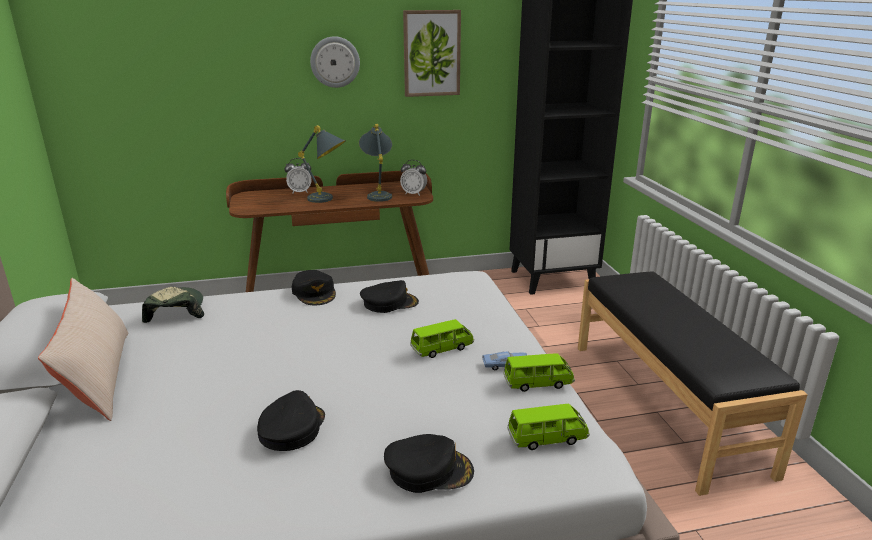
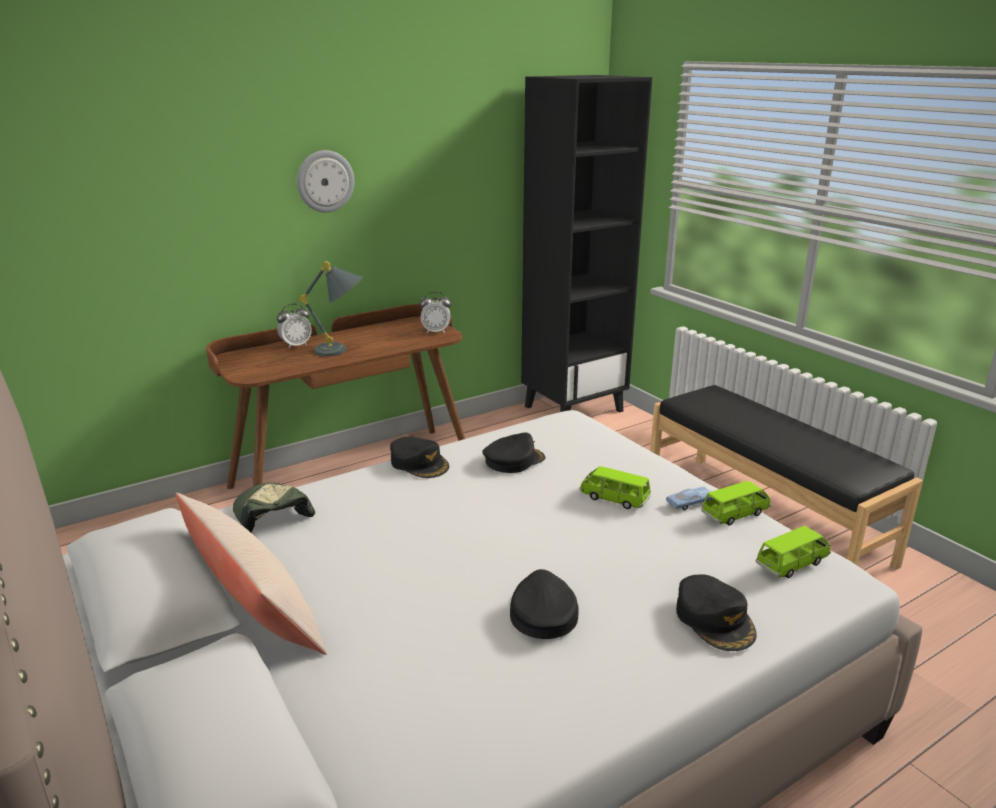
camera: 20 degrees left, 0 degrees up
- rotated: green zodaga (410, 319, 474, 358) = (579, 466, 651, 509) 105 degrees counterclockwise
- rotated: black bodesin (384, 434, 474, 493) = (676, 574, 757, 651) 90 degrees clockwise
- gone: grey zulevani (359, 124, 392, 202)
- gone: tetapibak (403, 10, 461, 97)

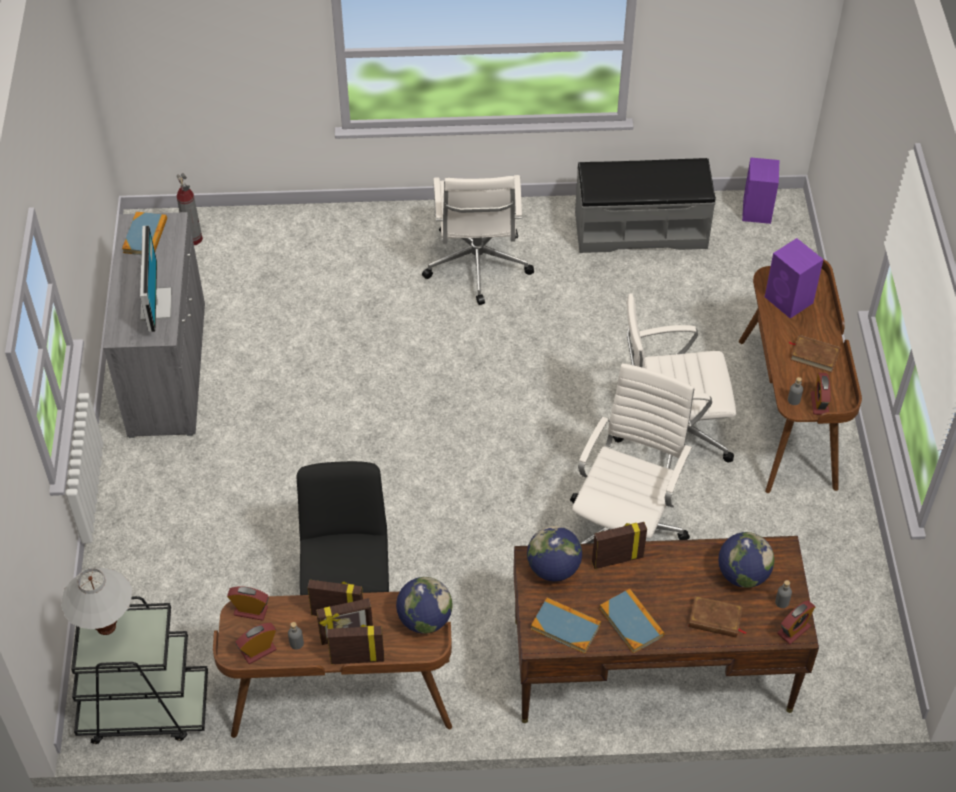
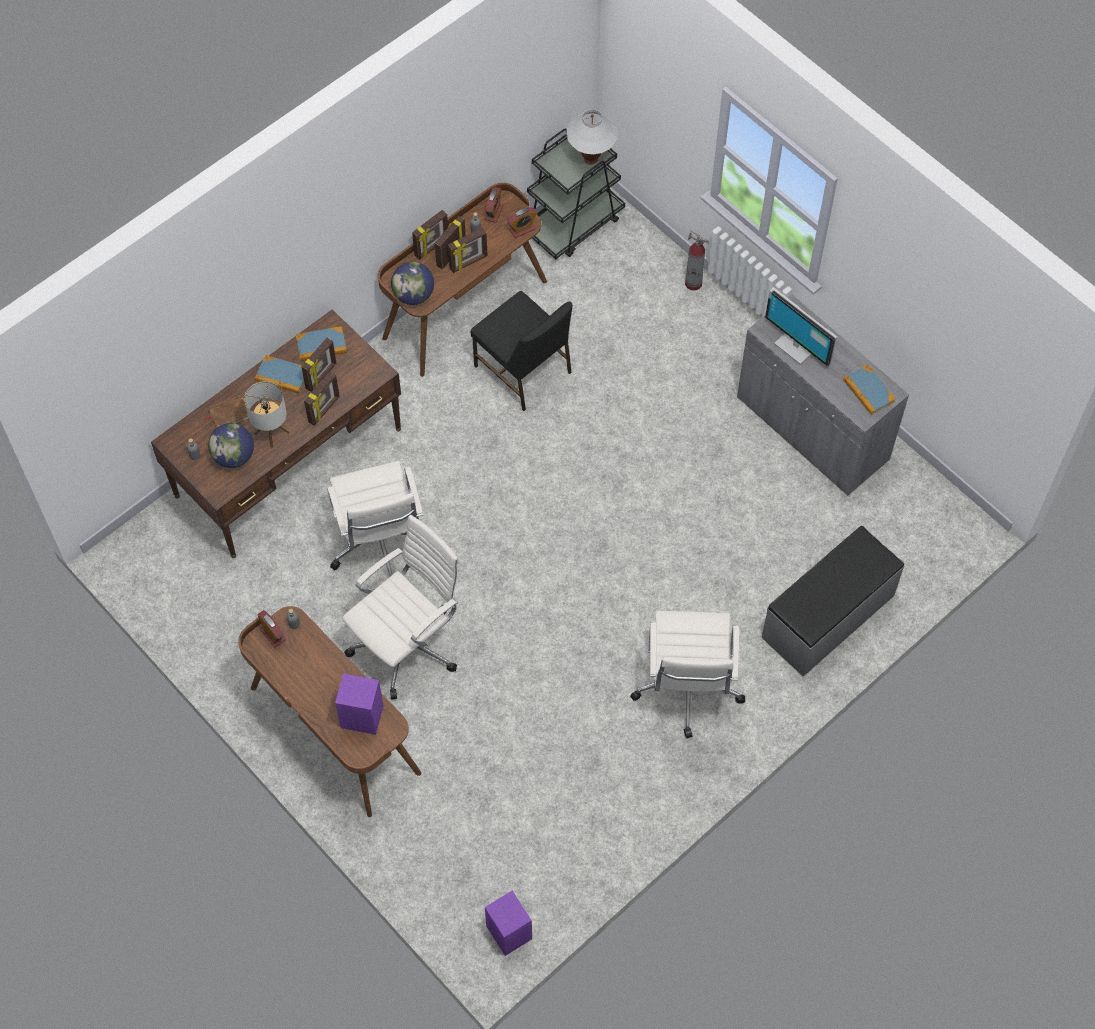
camera: 140 degrees right, 10 degrees up
- new: zulevani (244, 381, 289, 448)
- new: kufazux (301, 338, 337, 392)
- rotated: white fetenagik (422, 175, 534, 305) = (630, 611, 745, 738) 135 degrees counterclockwise
- shifted: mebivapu (177, 173, 203, 245) to (685, 230, 709, 291)
- shifted: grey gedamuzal (575, 158, 716, 253) to (761, 526, 904, 677)
- gone: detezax (527, 526, 582, 581)
- gone: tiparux (778, 600, 815, 644)
- gone: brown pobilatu (789, 335, 841, 373)

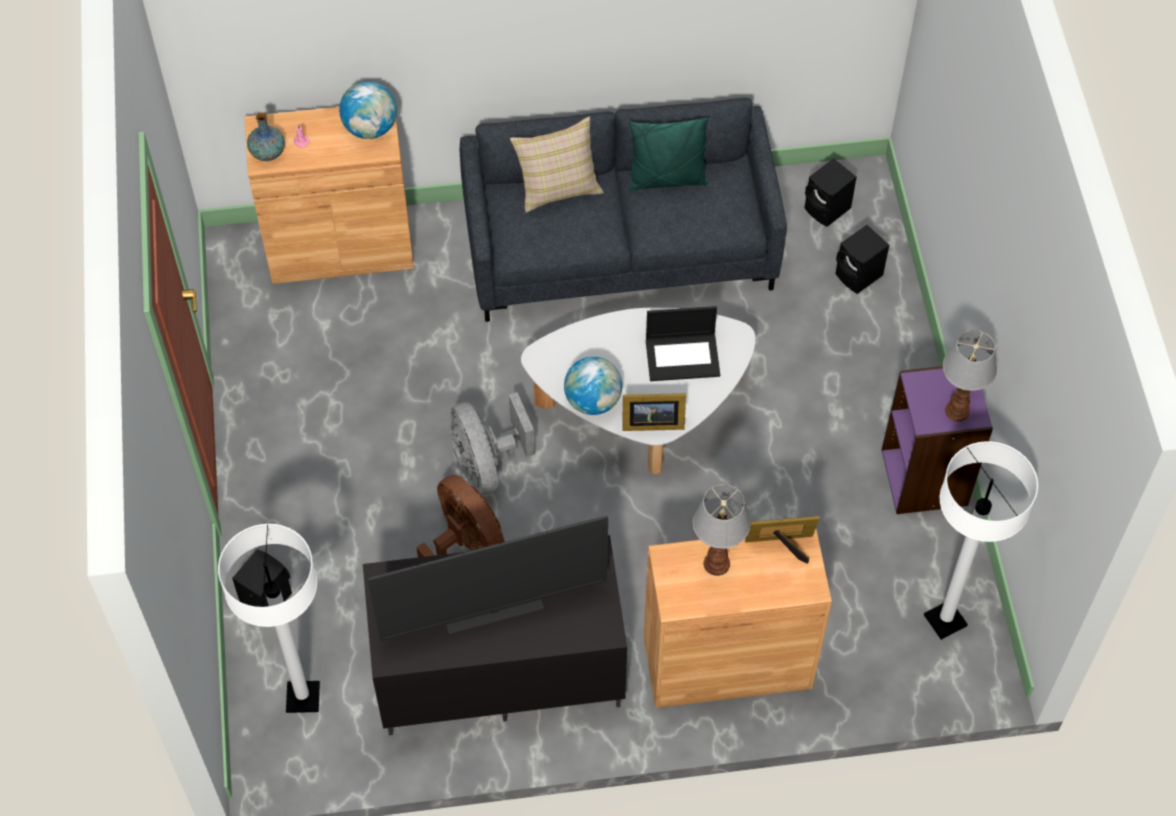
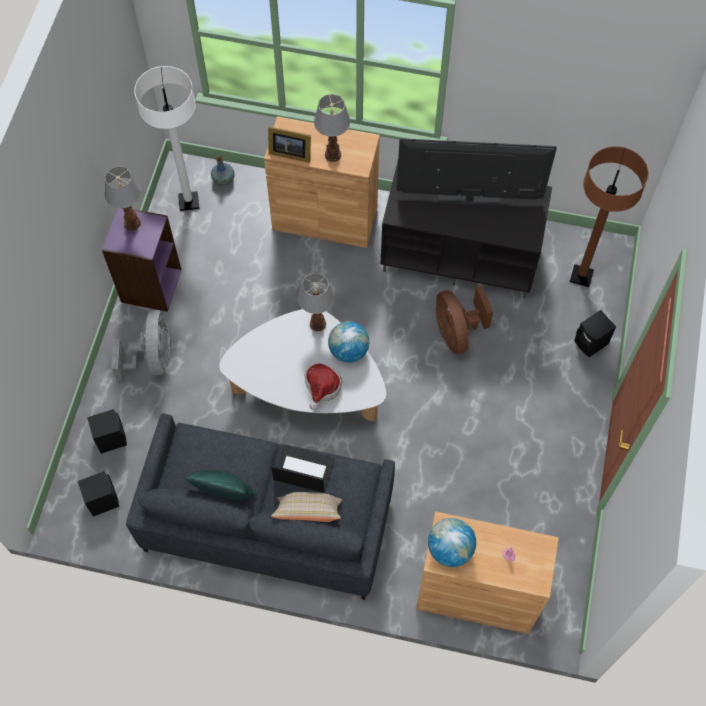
camera: 160 degrees left, 5 degrees up
- shifted: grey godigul (450, 392, 535, 495) to (111, 310, 171, 383)
- shifted: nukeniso (247, 112, 285, 161) to (211, 156, 235, 186)
- shifted: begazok (646, 306, 720, 381) to (271, 445, 335, 493)
- swapped: kufazux (622, 393, 686, 431) to zulevani (298, 273, 335, 331)
- new: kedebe (305, 363, 342, 410)
- repainted: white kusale (218, 524, 320, 713) to brown kusale (569, 146, 649, 287)

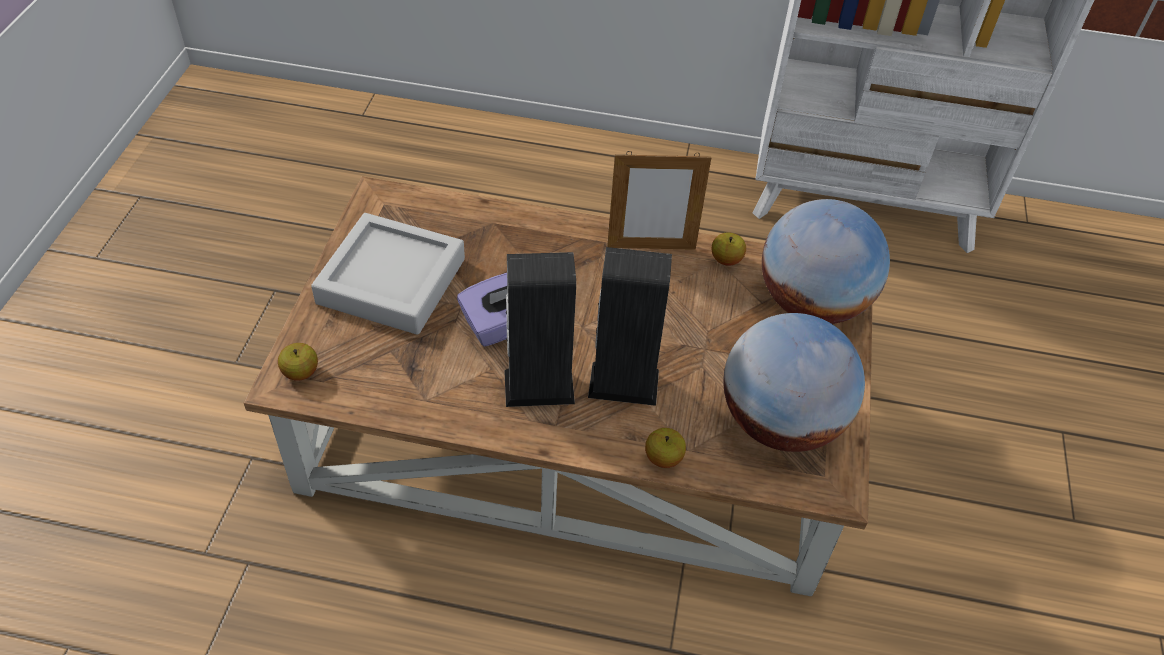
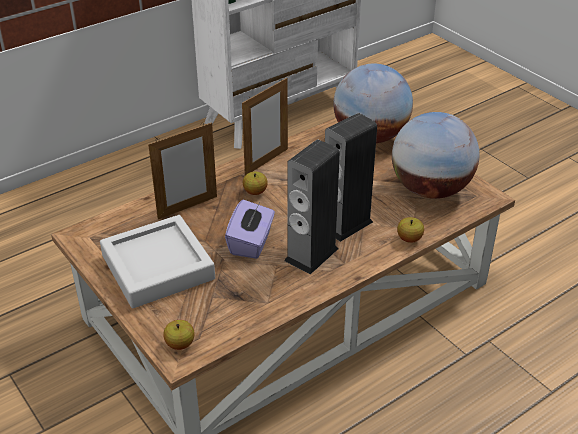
camera: 45 degrees left, 10 degrees down
- new: kufazux (148, 122, 217, 219)
- shifted: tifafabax (712, 232, 746, 266) to (243, 172, 268, 195)

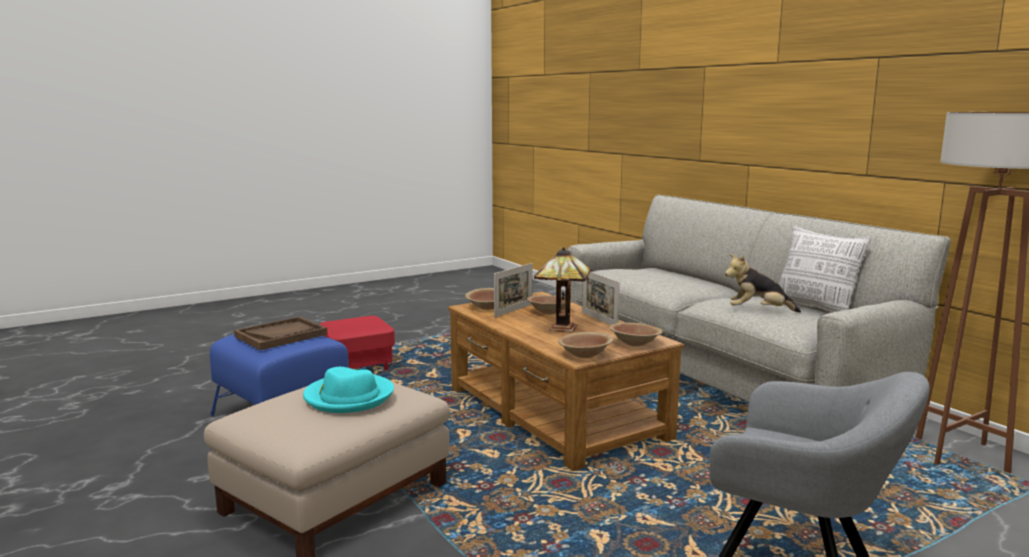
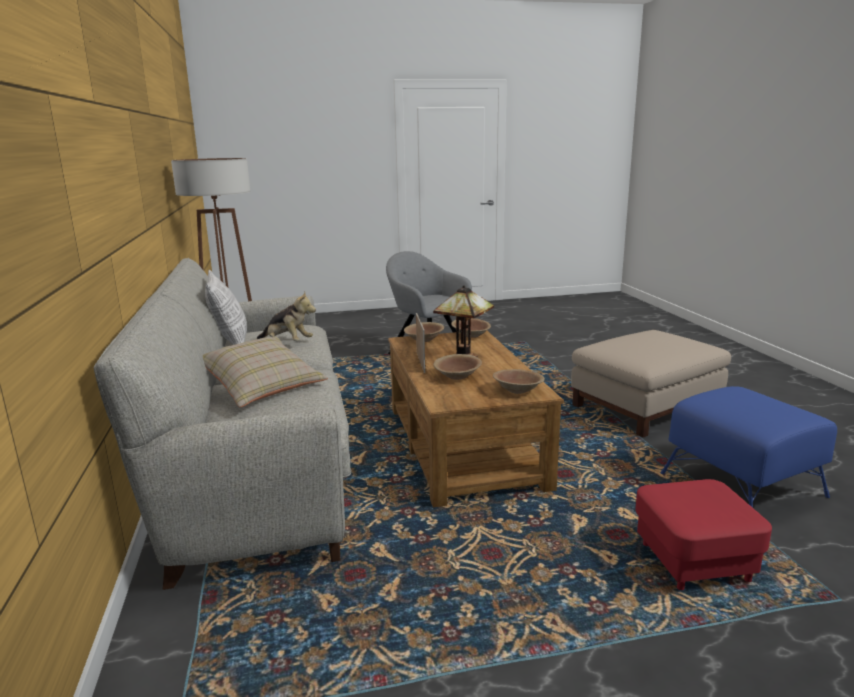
camera: 160 degrees left, 5 degrees up
- new: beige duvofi (203, 337, 328, 407)
- gone: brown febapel (234, 316, 328, 350)
- gone: turquoise kedebe (303, 367, 394, 413)
- gone: kufazux (494, 263, 533, 317)

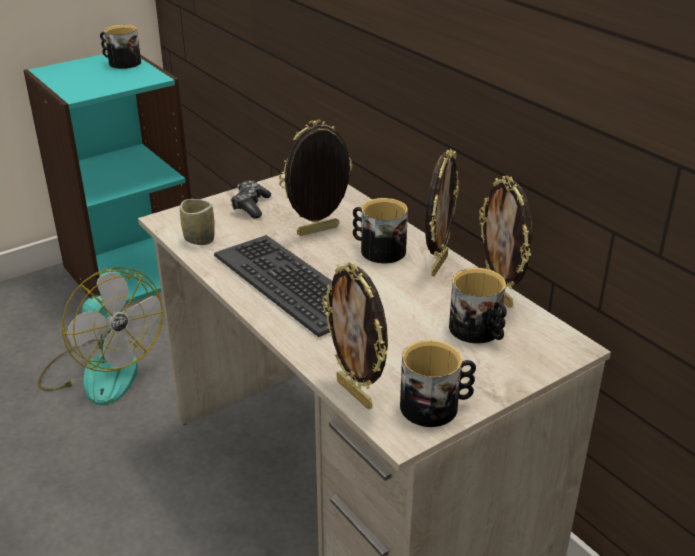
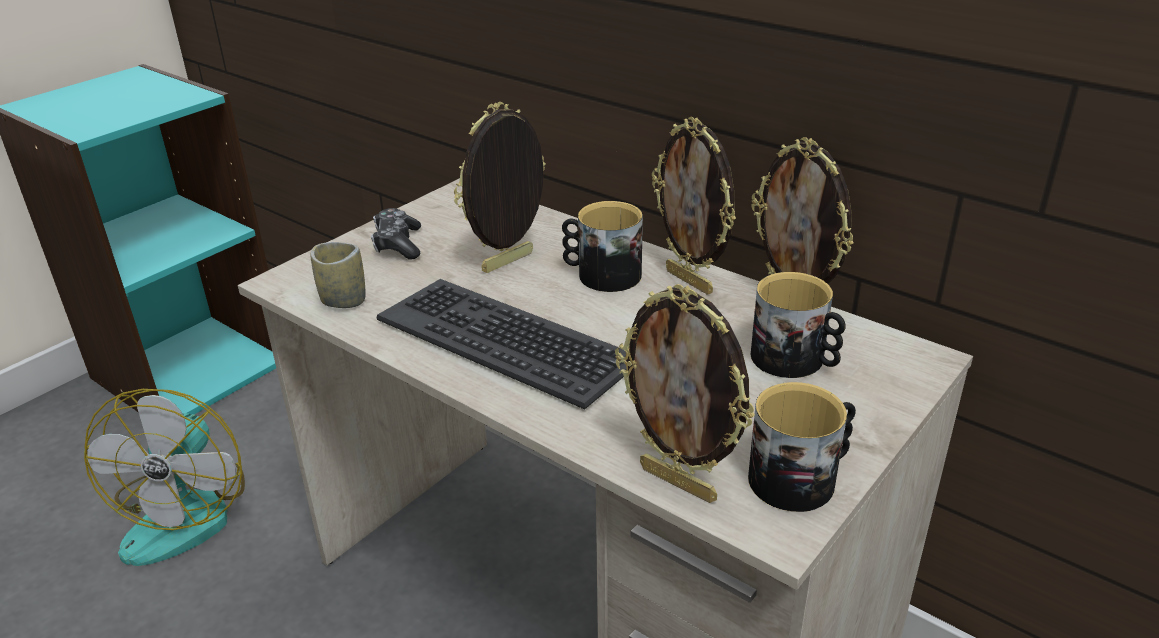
camera: 15 degrees left, 0 degrees up
- rotated: godigul (37, 267, 163, 405) = (84, 389, 245, 566) 60 degrees clockwise
- rotated: kufazux (425, 149, 459, 276) = (652, 117, 736, 295) 135 degrees clockwise
- gone: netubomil (100, 25, 141, 69)

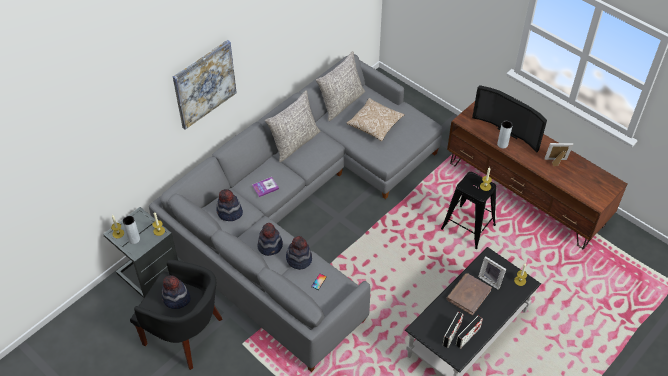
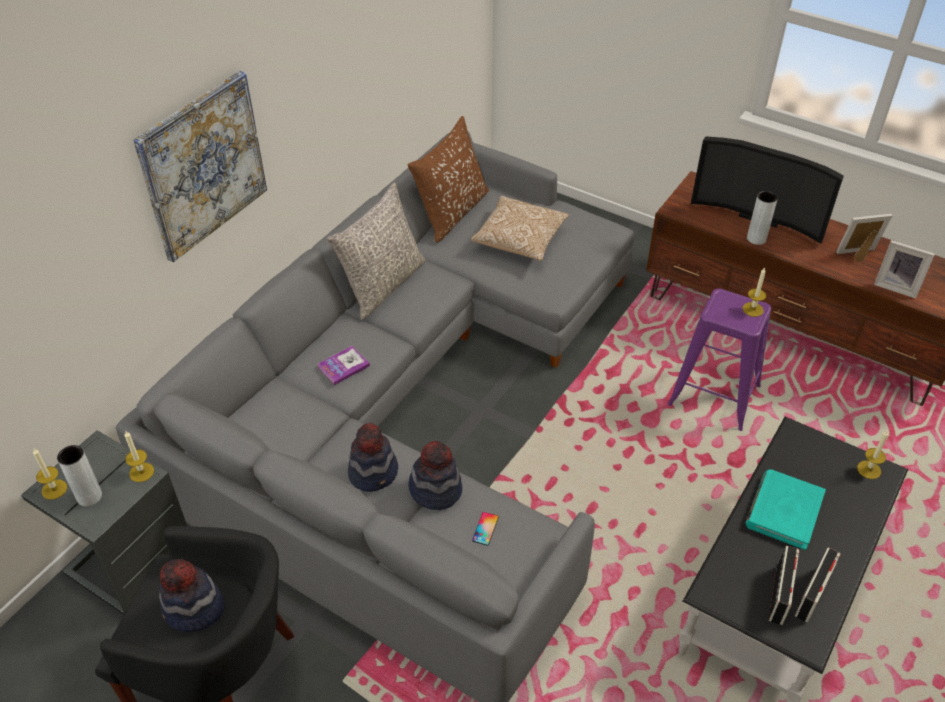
camera: 10 degrees left, 5 degrees down
- repainted: grey duvofi (316, 51, 365, 121) to brown duvofi (408, 116, 489, 243)
- repainted: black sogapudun (441, 172, 496, 249) to purple sogapudun (668, 288, 771, 431)
- repainted: brown pobilatu (447, 273, 492, 316) to turquoise pobilatu (746, 469, 826, 550)
- shifted: kufazux (478, 256, 506, 290) to (874, 240, 935, 298)
- gone: kedebe (216, 189, 243, 221)

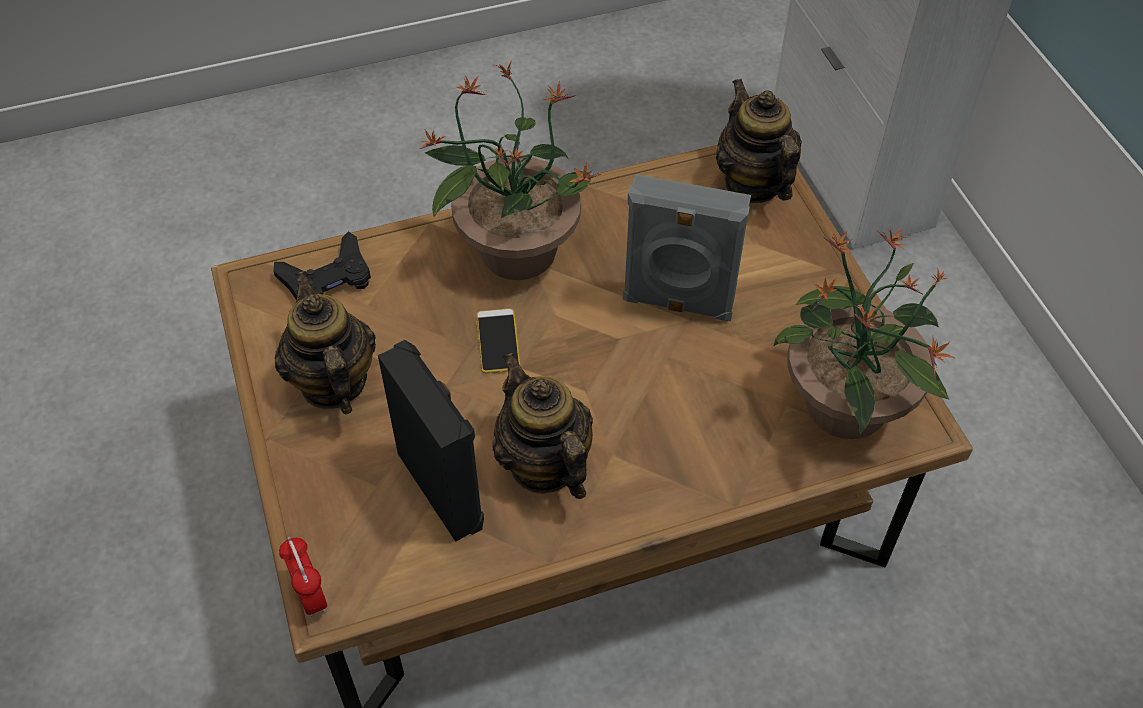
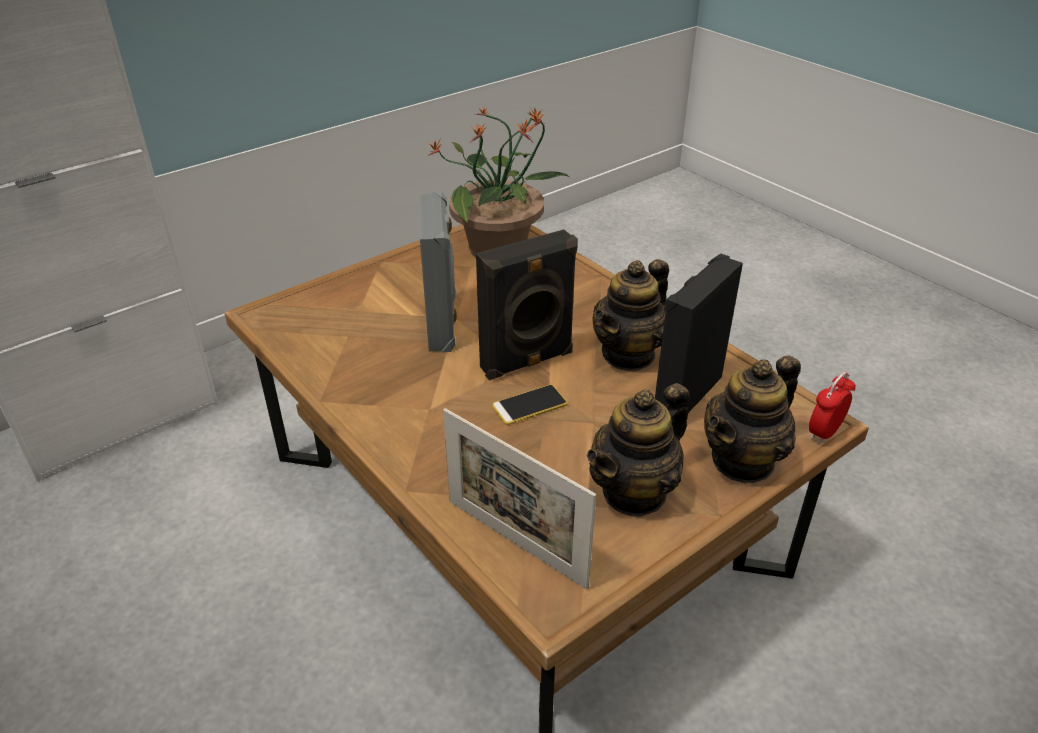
camera: 110 degrees left, 15 degrees down
- swapped: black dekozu (273, 231, 371, 300) to kufazux (443, 408, 596, 589)
- new: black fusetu (476, 230, 578, 380)
- shifted: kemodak (716, 79, 802, 203) to (704, 355, 801, 484)
- gone: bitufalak (420, 60, 601, 280)

